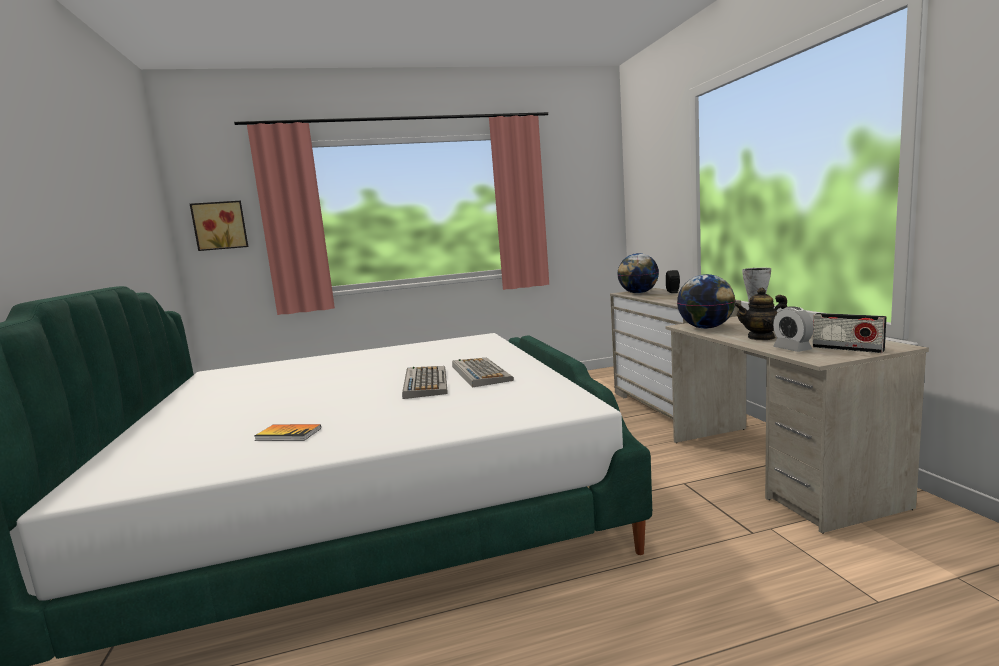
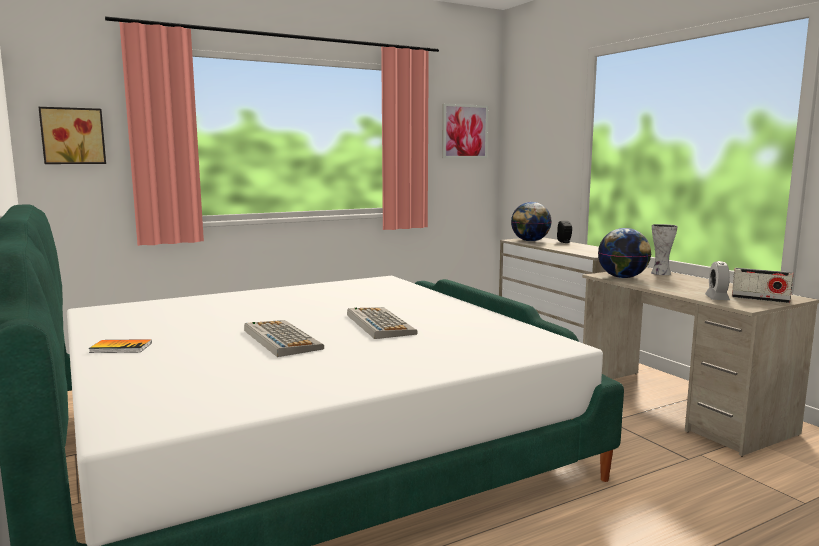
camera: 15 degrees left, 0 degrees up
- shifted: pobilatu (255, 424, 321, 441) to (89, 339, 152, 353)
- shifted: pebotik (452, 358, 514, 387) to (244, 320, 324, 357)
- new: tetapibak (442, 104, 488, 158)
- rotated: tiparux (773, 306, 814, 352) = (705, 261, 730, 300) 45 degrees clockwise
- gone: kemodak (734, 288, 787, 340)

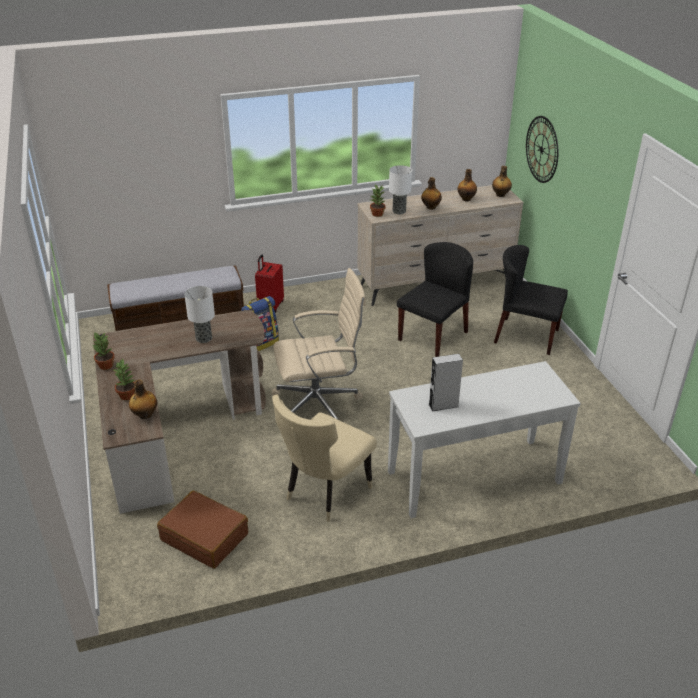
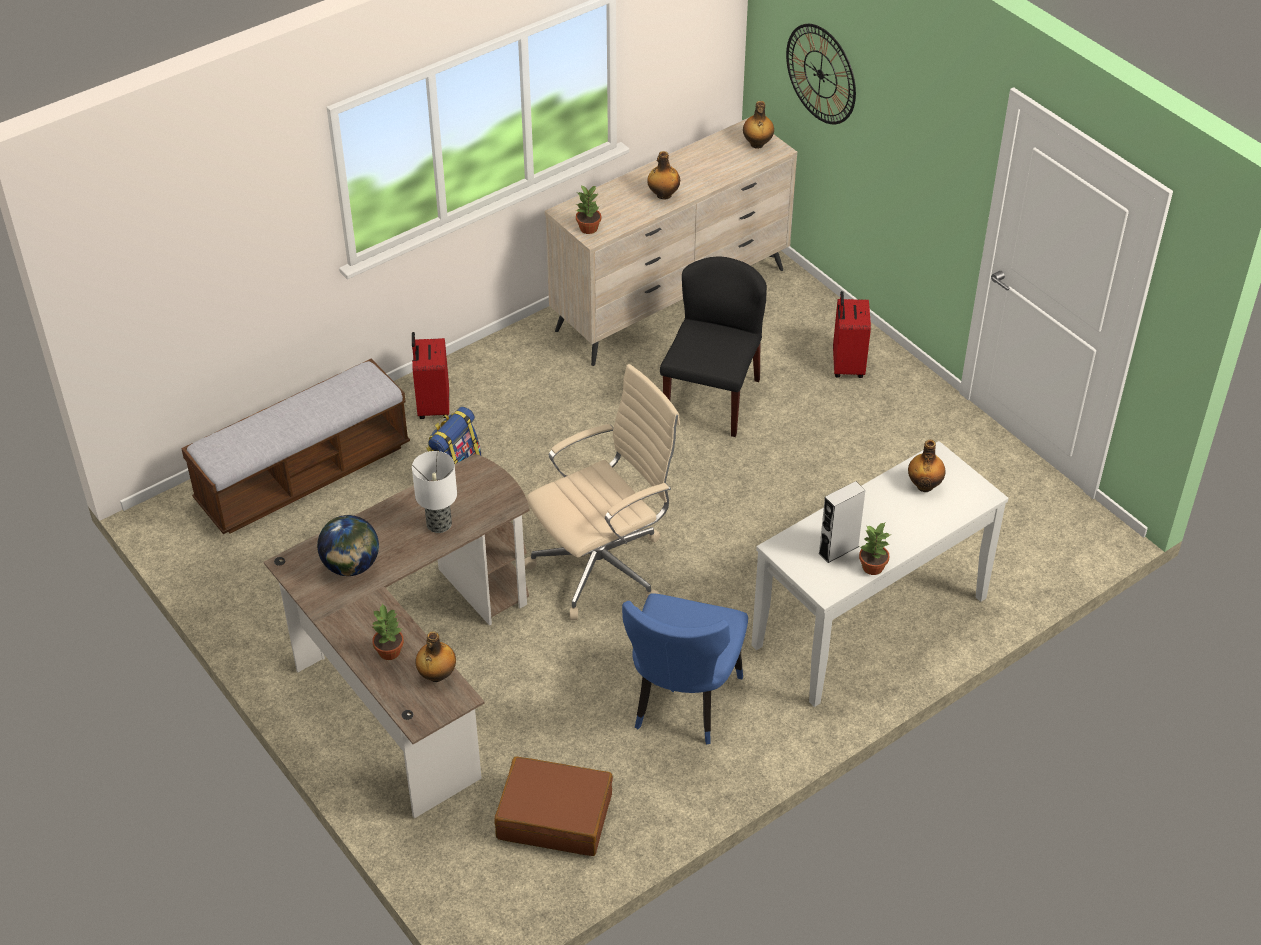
camera: 20 degrees left, 10 degrees up
- new: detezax (317, 515, 379, 576)
- repainted: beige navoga (272, 395, 377, 522) to blue navoga (622, 593, 748, 744)
- swapped: black navoga (494, 245, 568, 355) to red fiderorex (833, 291, 871, 378)
- shifted: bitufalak (93, 333, 114, 370) to (859, 523, 890, 575)
- shifted: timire (457, 169, 477, 201) to (908, 440, 945, 492)
- gone: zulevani (389, 165, 412, 214)

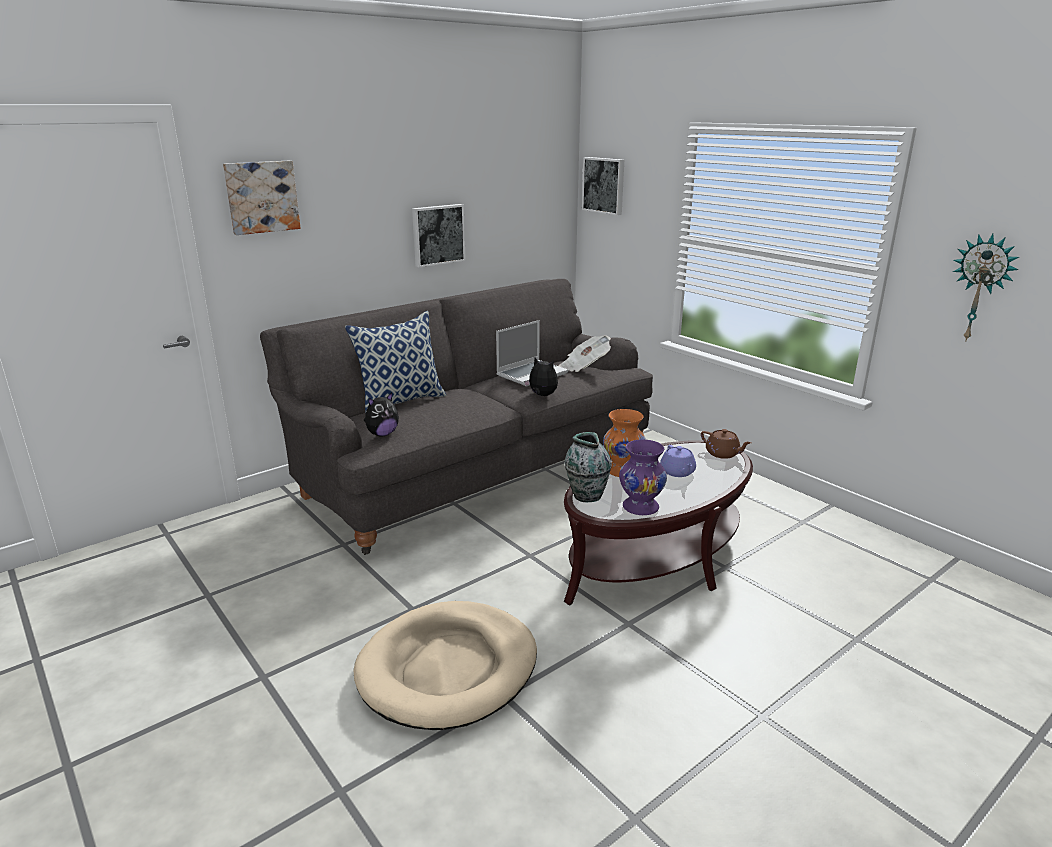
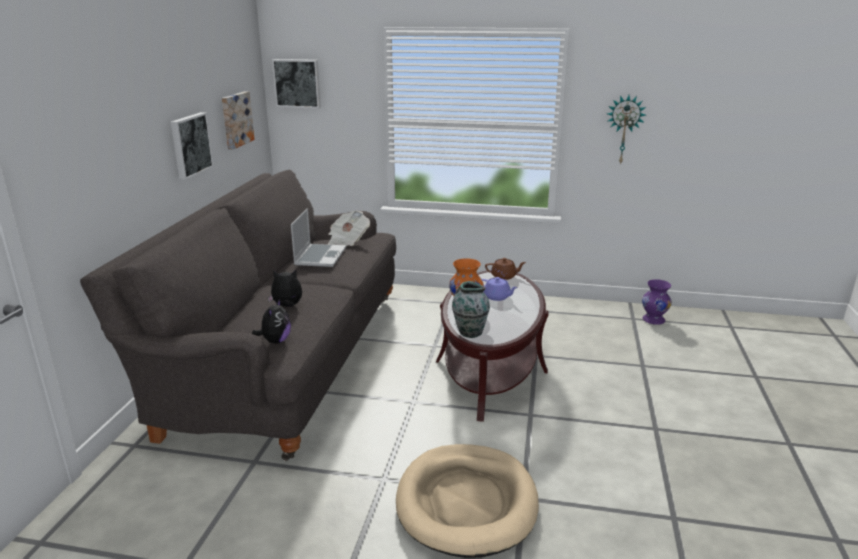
camera: 40 degrees left, 0 degrees up
- shifted: tetapibak (223, 161, 301, 235) to (222, 91, 255, 150)
- shifted: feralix (524, 357, 558, 396) to (268, 270, 302, 307)
- shifted: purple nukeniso (619, 439, 667, 515) to (642, 279, 672, 325)
- gone: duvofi (345, 311, 447, 413)

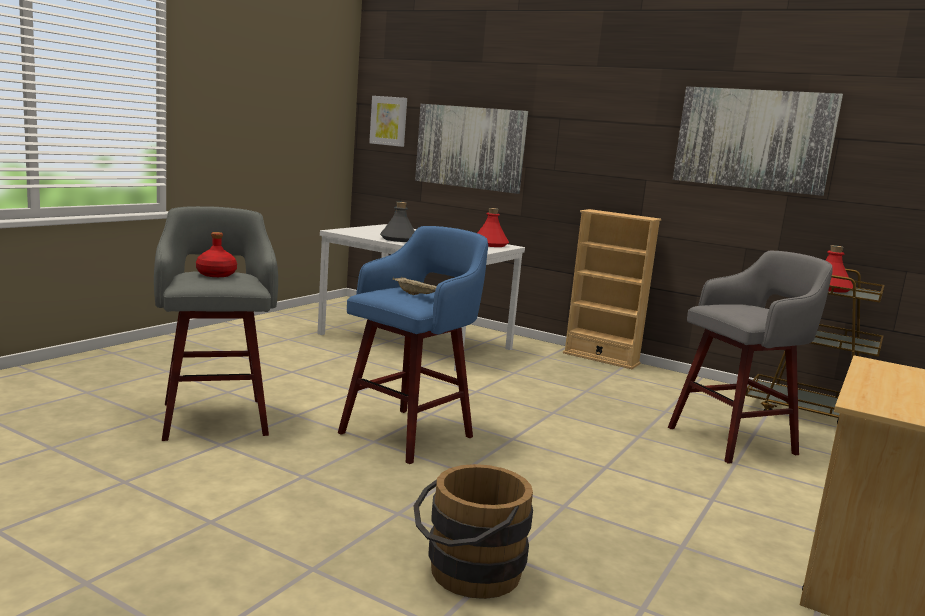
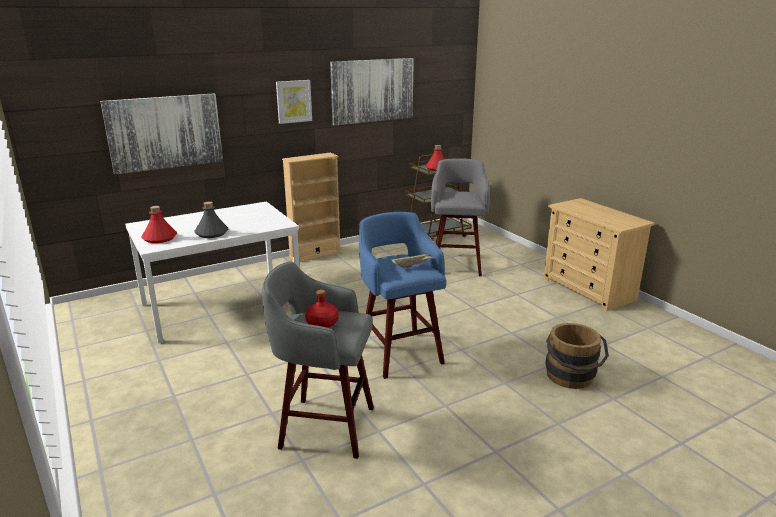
camera: 60 degrees left, 10 degrees up
- shifted: red timire (478, 208, 509, 247) to (141, 206, 177, 243)
- shifted: tetapibak (369, 96, 407, 147) to (276, 80, 312, 124)

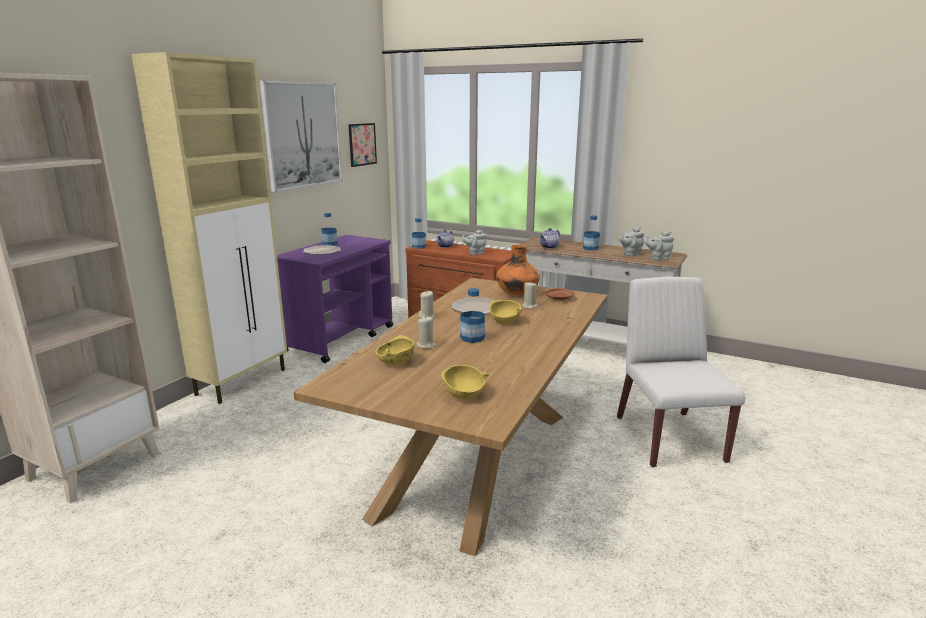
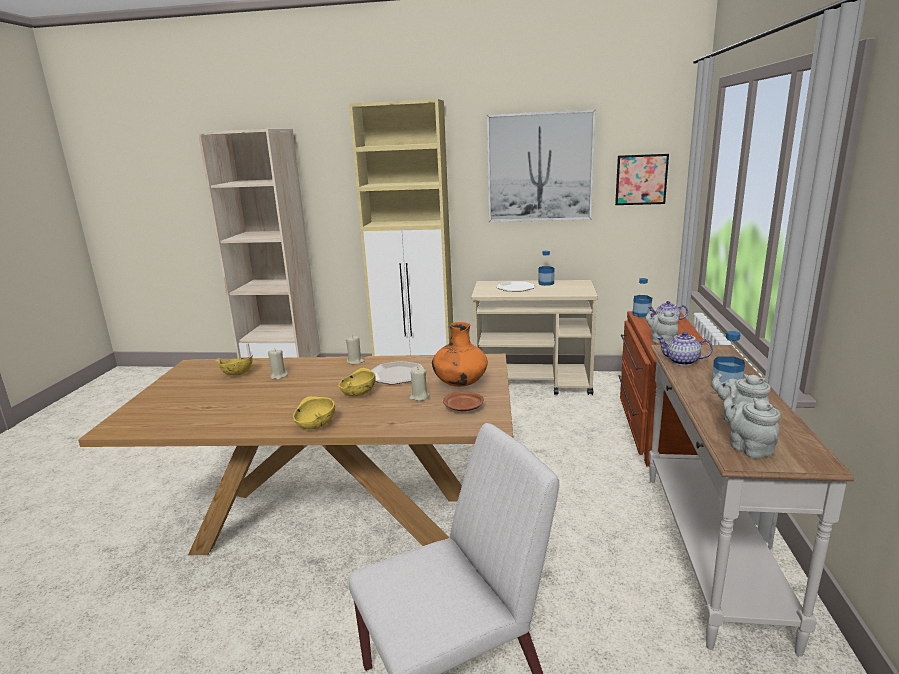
camera: 70 degrees right, 0 degrees up
- shifted: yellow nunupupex (441, 365, 489, 399) to (293, 396, 335, 429)
- repainted: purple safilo (277, 235, 393, 363) to beige safilo (471, 280, 598, 395)
- gone: timire (460, 288, 485, 343)

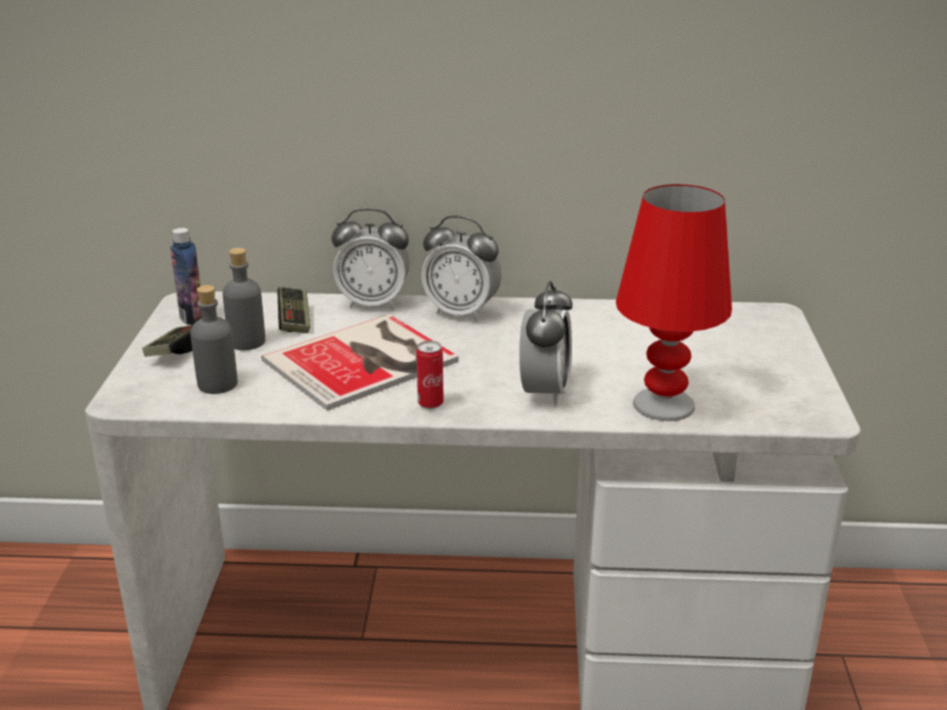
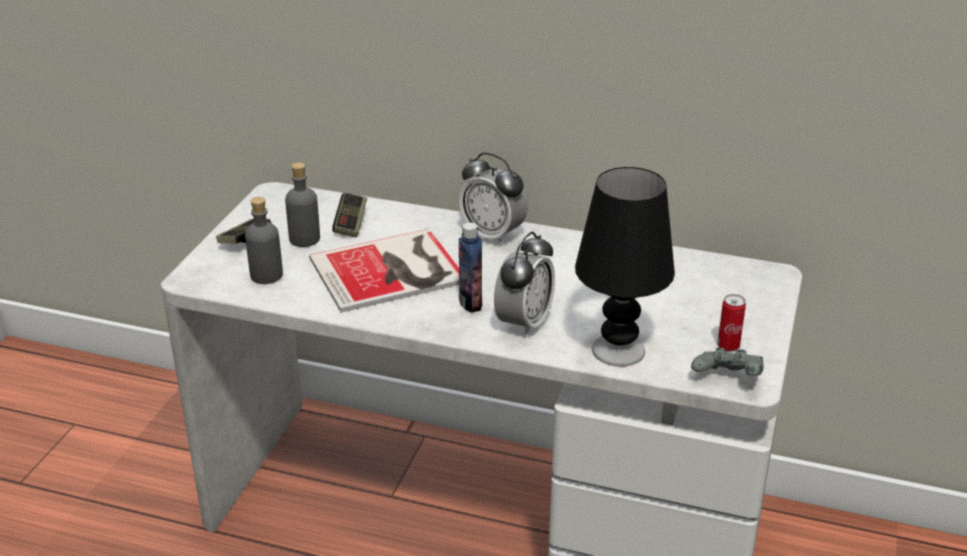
camera: 15 degrees right, 5 degrees up
- shifted: timire (170, 228, 202, 325) to (459, 223, 482, 313)
- repainted: red zulevani (616, 184, 732, 421) to black zulevani (575, 167, 675, 367)
- new: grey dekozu (691, 348, 764, 376)
- shifted: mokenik (416, 341, 444, 409) to (717, 294, 746, 352)
- gone: tiparux (331, 208, 410, 310)

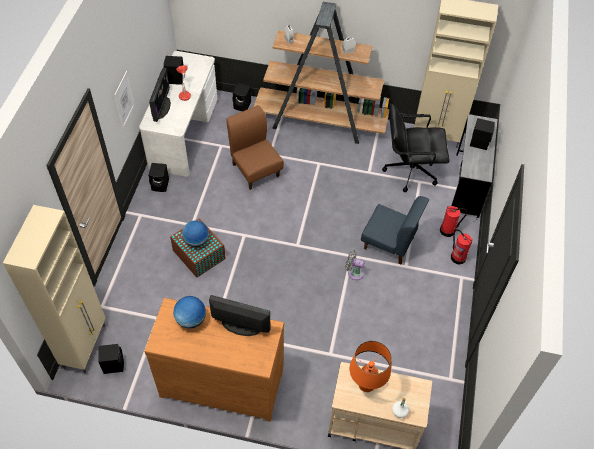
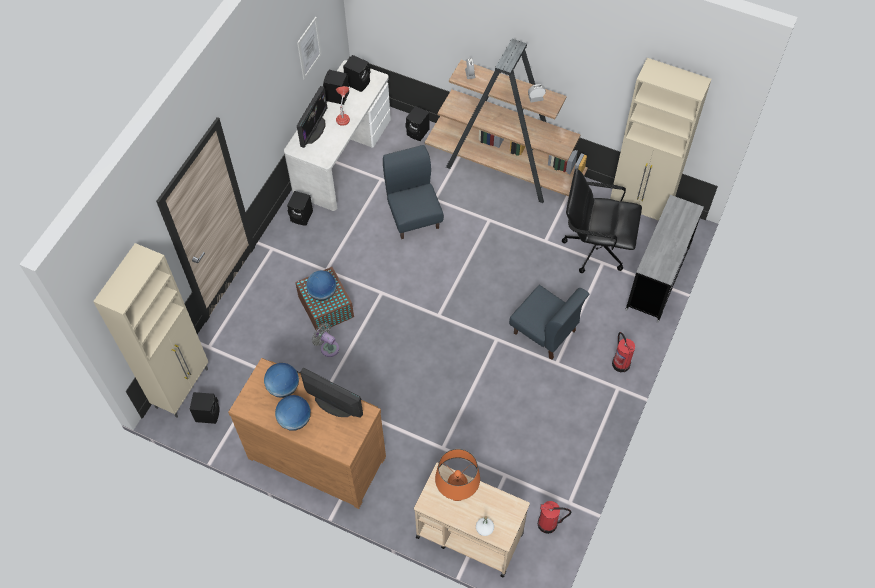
camera: 15 degrees right, 5 degrees up
- new: detezax (275, 395, 311, 430)
- shifted: tetapibak (114, 71, 135, 129) to (297, 17, 322, 79)
- shifted: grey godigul (345, 250, 365, 280) to (312, 323, 339, 357)
- shifted: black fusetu (470, 118, 495, 150) to (343, 55, 370, 92)
- repainted: brown navoga (227, 105, 284, 190) to blue navoga (383, 145, 444, 239)
- shifted: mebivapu (440, 206, 467, 237) to (538, 501, 571, 534)

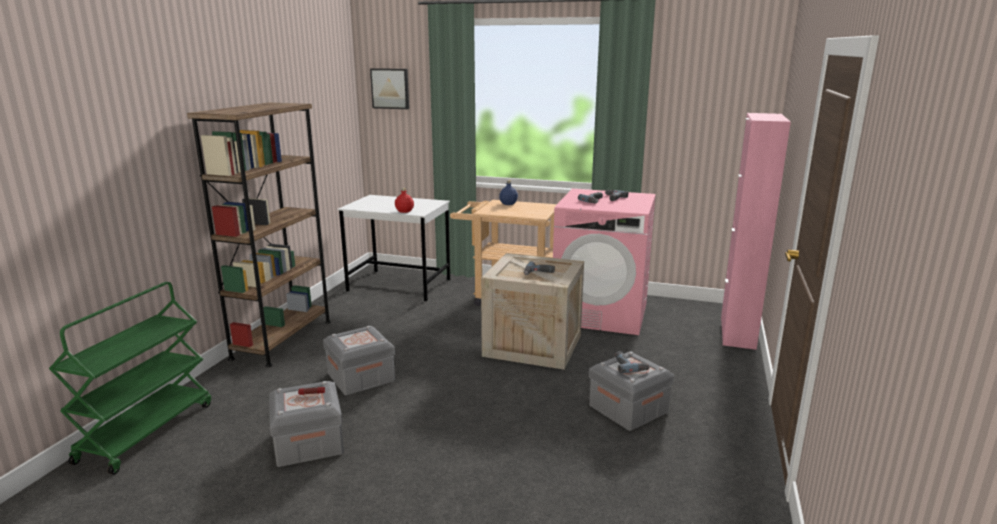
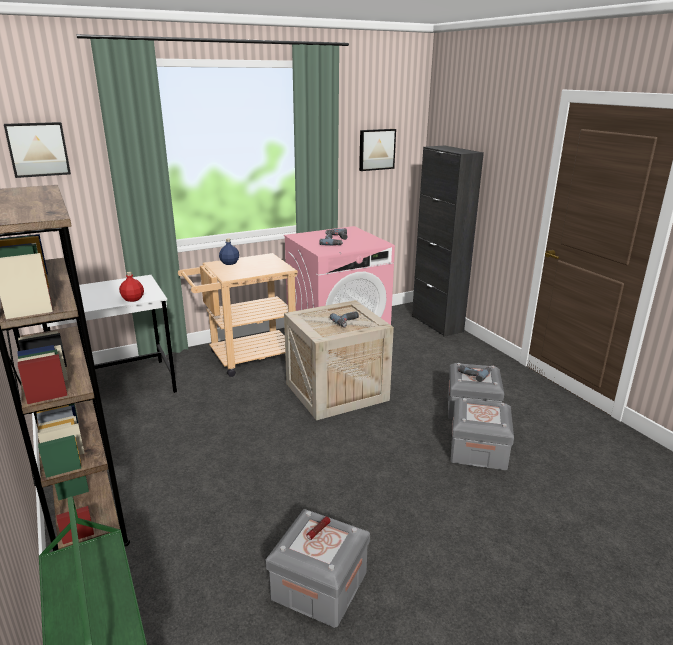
camera: 45 degrees left, 5 degrees up
- new: tetapibak (359, 129, 396, 171)
- repainted: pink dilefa (721, 113, 791, 350) to black dilefa (412, 145, 484, 337)
- shifted: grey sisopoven (323, 326, 395, 395) to (450, 398, 514, 470)

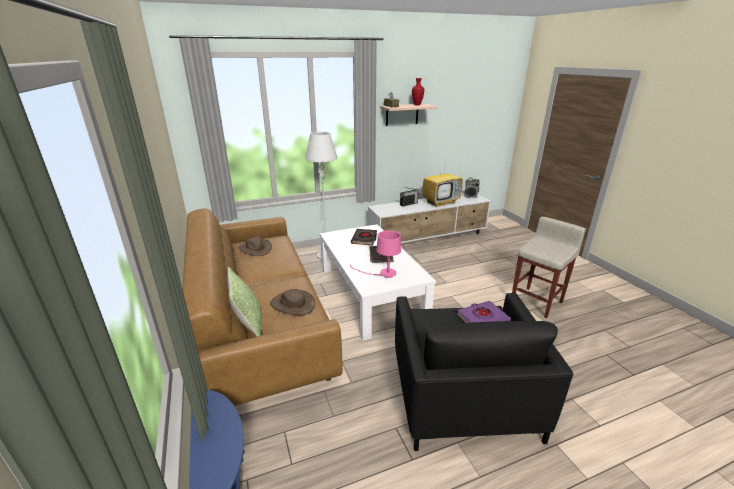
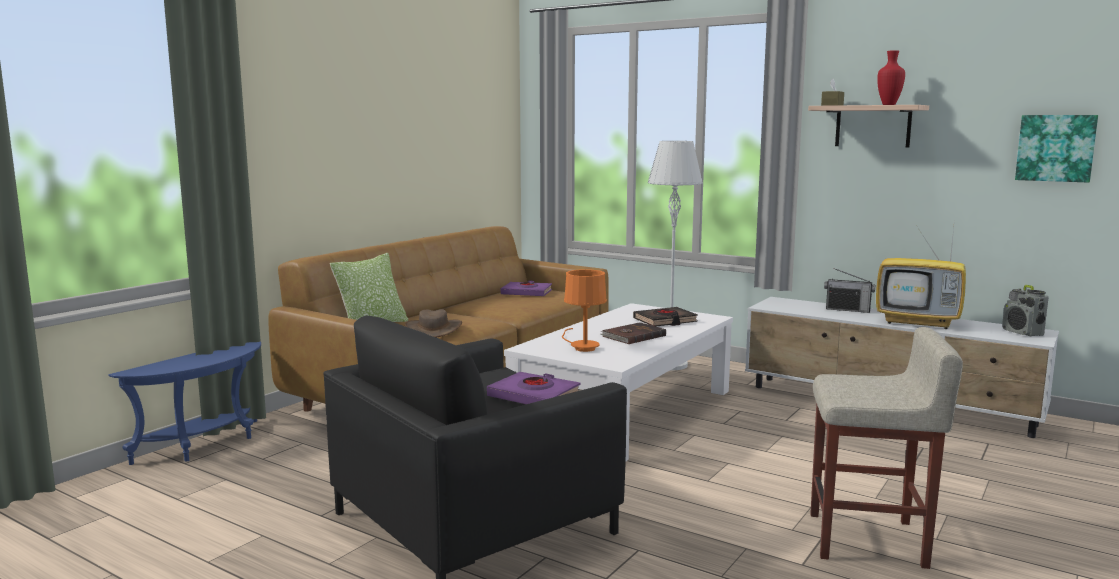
camera: 55 degrees right, 15 degrees down
- swapped: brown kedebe (238, 236, 272, 256) to purple pobilatu (501, 281, 552, 296)
- repainted: pink zulevani (350, 230, 401, 278) to orange zulevani (562, 269, 607, 352)
- new: tetapibak (1015, 115, 1098, 183)

